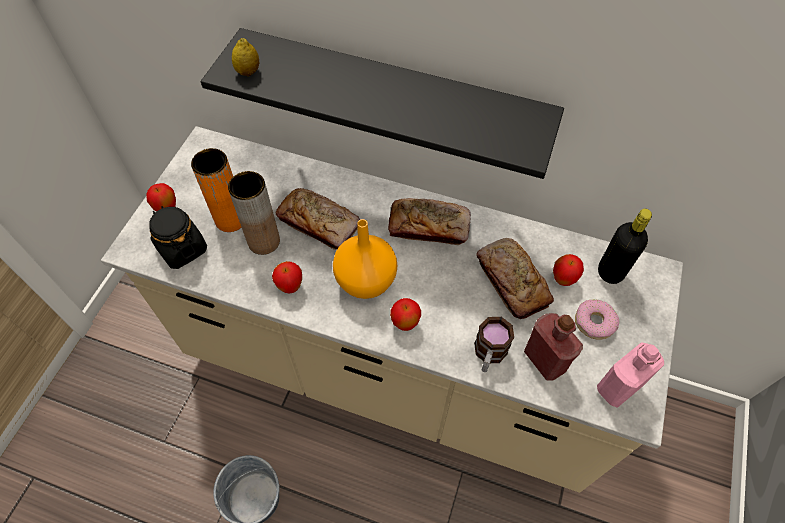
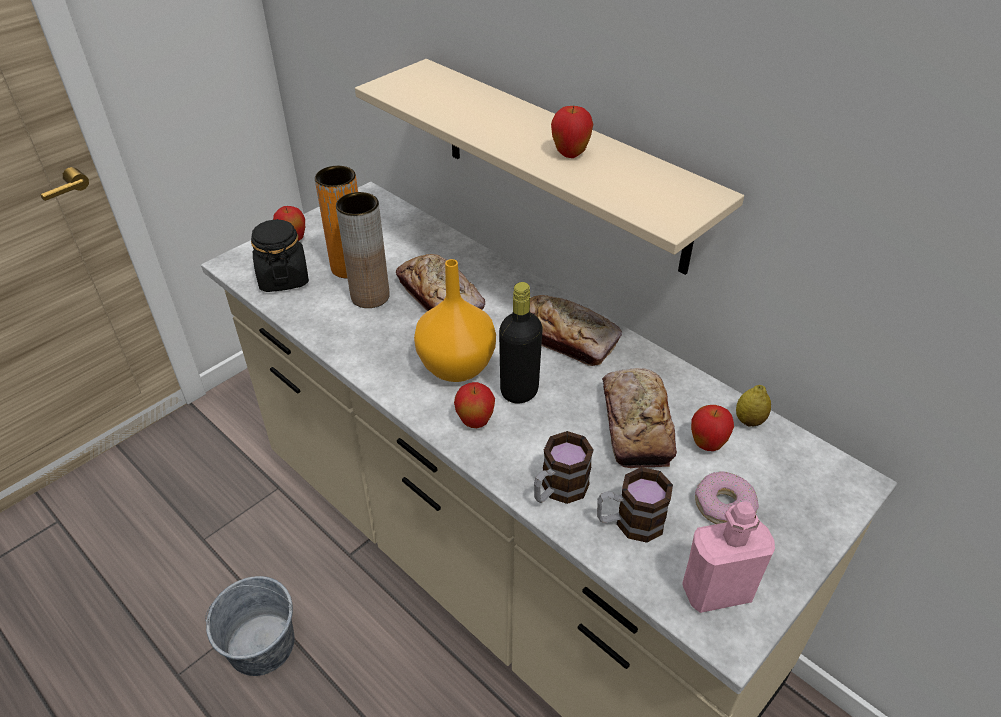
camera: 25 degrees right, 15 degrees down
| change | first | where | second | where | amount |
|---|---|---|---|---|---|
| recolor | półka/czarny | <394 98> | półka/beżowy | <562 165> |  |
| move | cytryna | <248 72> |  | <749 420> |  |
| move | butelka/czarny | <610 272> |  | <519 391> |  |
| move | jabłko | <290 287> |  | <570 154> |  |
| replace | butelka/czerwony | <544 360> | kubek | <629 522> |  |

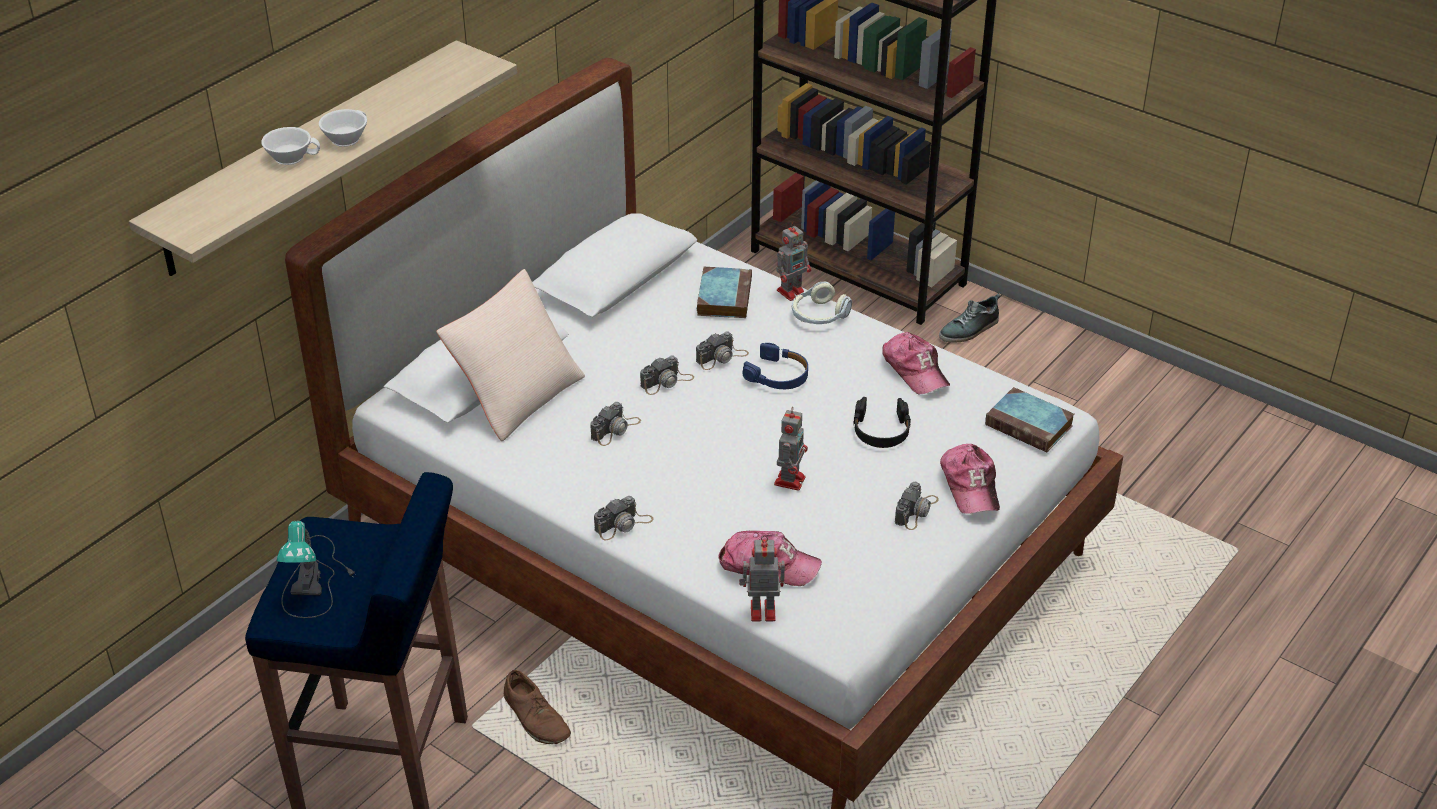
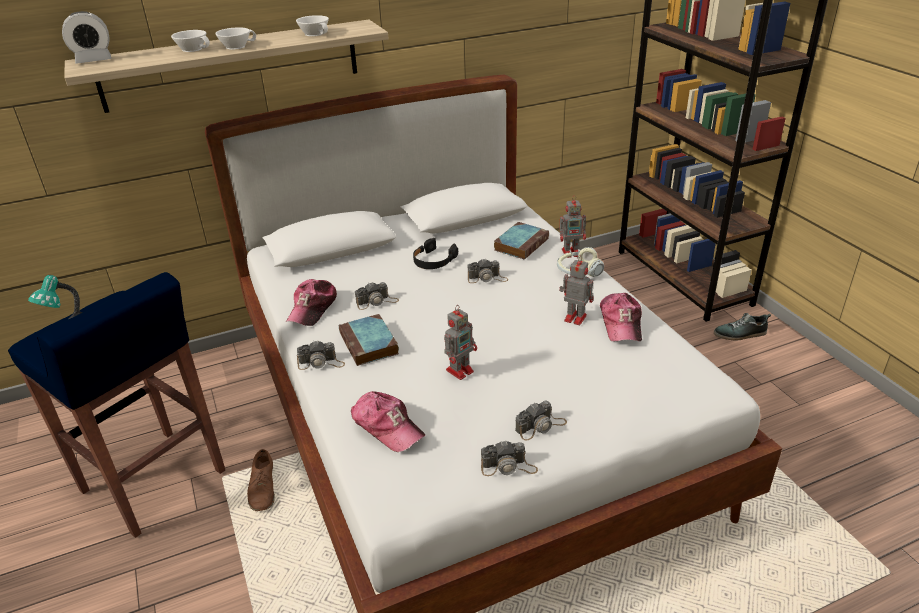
camera: 30 degrees right, 5 degrees down
| change | first | where | second | where | amount |
|---|---|---|---|---|---|
| delete | poduszka/beżowy | <516 394> |  |  |  |
| delete | słuchawki/niebieski | <778 375> |  |  |  |
| move | aparat fotograficzny | <667 382> |  | <508 467> |  |
| move | książka | <1031 425> |  | <370 344> |  |
| move | słuchawki/czarny | <881 430> |  | <433 260> |  |
| move | czapka z daszkiem | <970 486> |  | <313 308> |  |
| move | robot zabawkowy | <761 611> |  | <574 317> |  |
| insert |  |  | budzik | <93 60> |  |
| insert |  |  | filiżanka/biały | <316 33> |  |

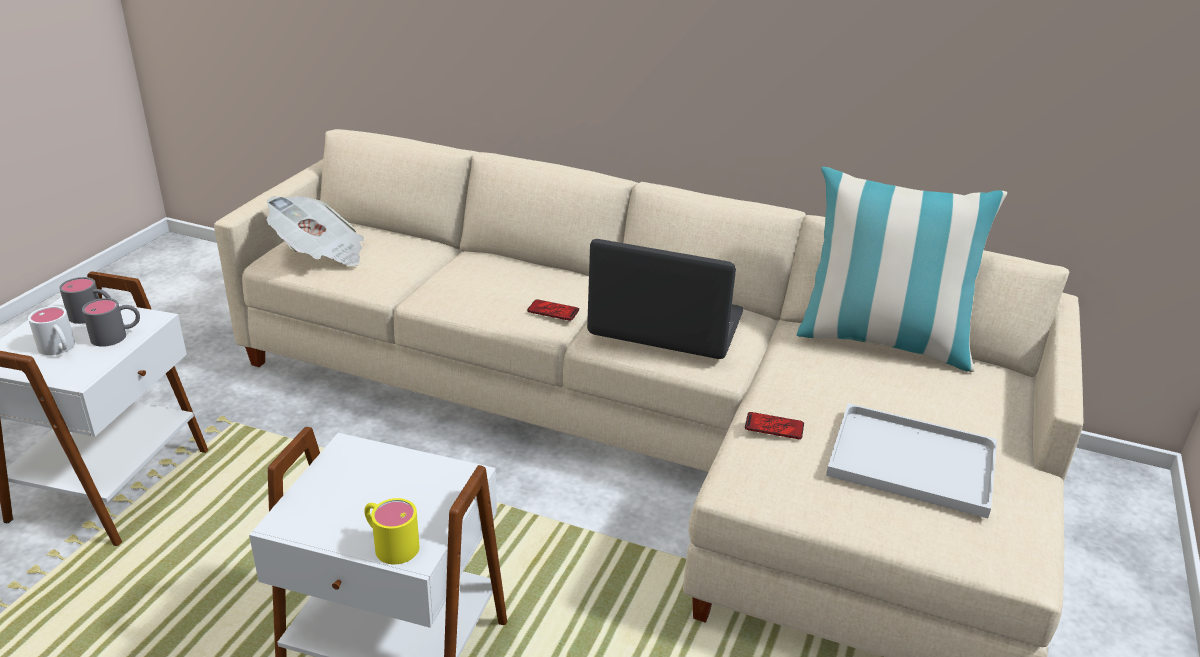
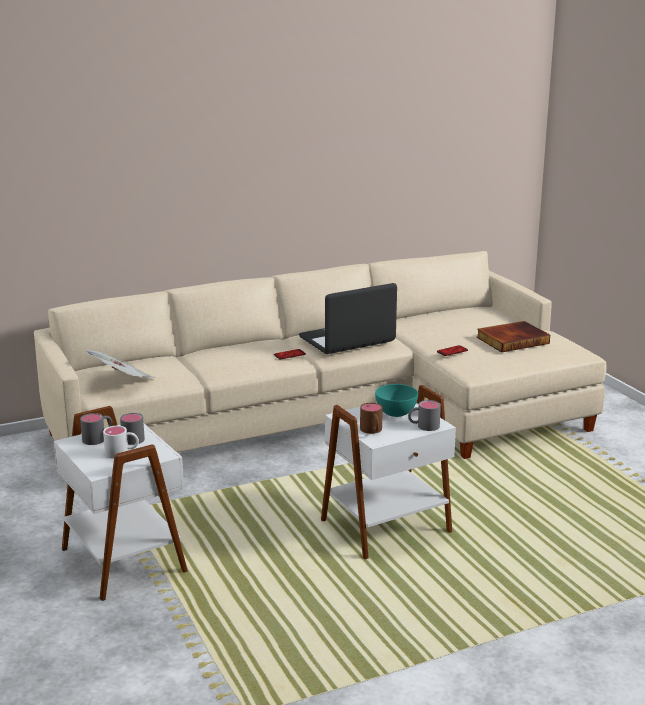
camera: 45 degrees left, 10 degrees down
| change | first | where | second | where | amount |
|---|---|---|---|---|---|
| delete | poduszka | <882 341> |  |  |  |
| replace | taca/biały | <915 461> | książka | <512 340> |  |
| recolor | kubek/żółty | <390 543> | kubek/szary | <423 426> |  |
| insert |  |  | miska/turkusowy | <396 413> |  |
| insert |  |  | kubek/brązowy | <372 431> |  |

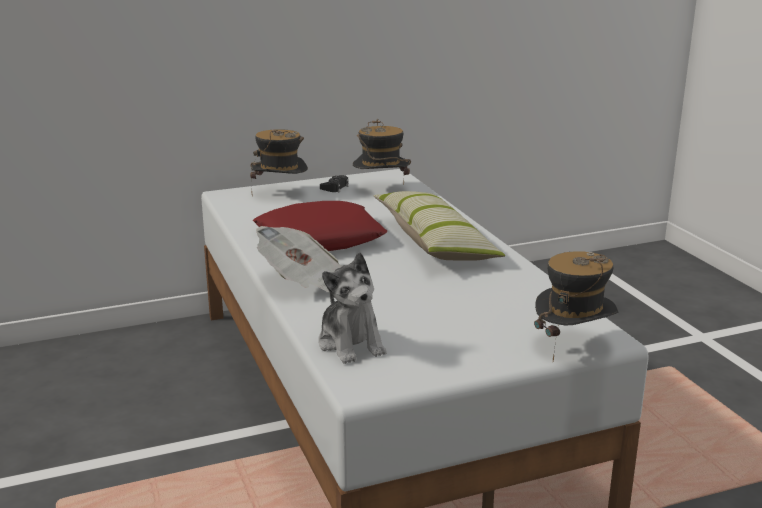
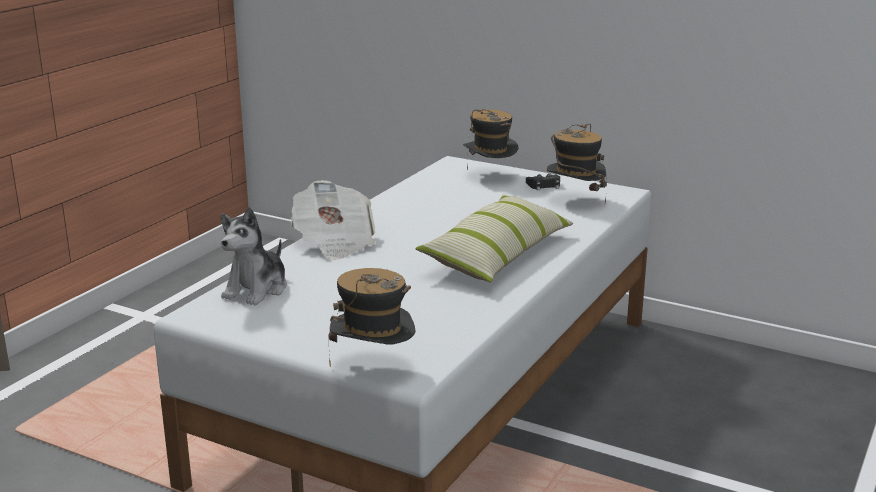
camera: 50 degrees right, 0 degrees up
| change | first | where | second | where | amount |
|---|---|---|---|---|---|
| delete | poduszka/czerwony | <320 238> |  |  |  |

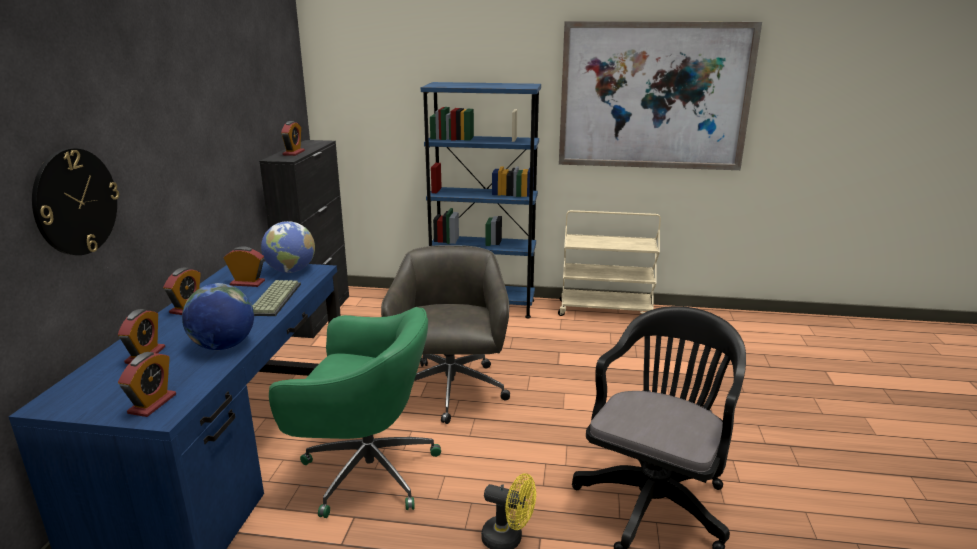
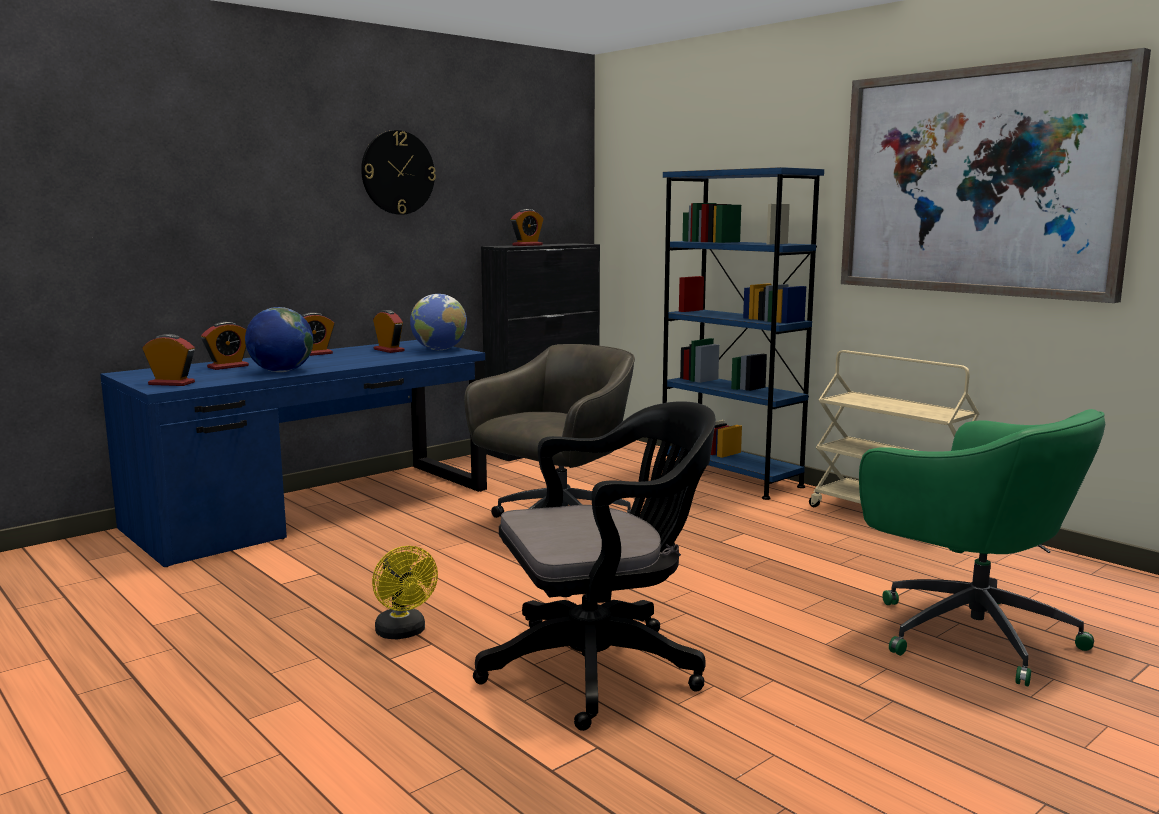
camera: 40 degrees right, 10 degrees down
| change | first | where | second | where | amount |
|---|---|---|---|---|---|
| move | zegar ścienny | <75 202> |  | <398 172> |  |
| delete | klawiatura | <274 298> |  |  |  |
| move | krzesło biurowe/zielony | <365 471> |  | <968 633> |  |
| rotate | budzik | <152 404> |  | <171 383> | 135 degrees counterclockwise |

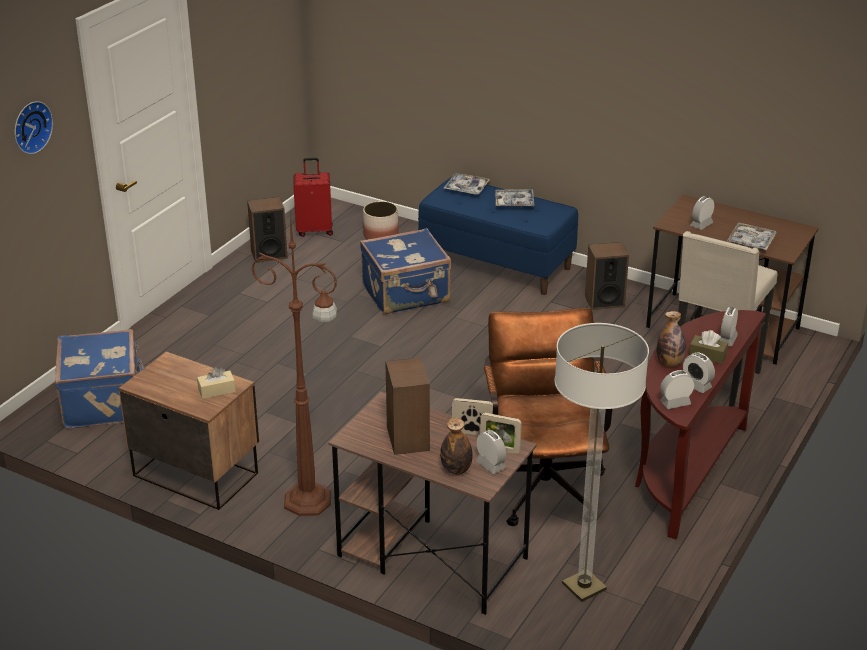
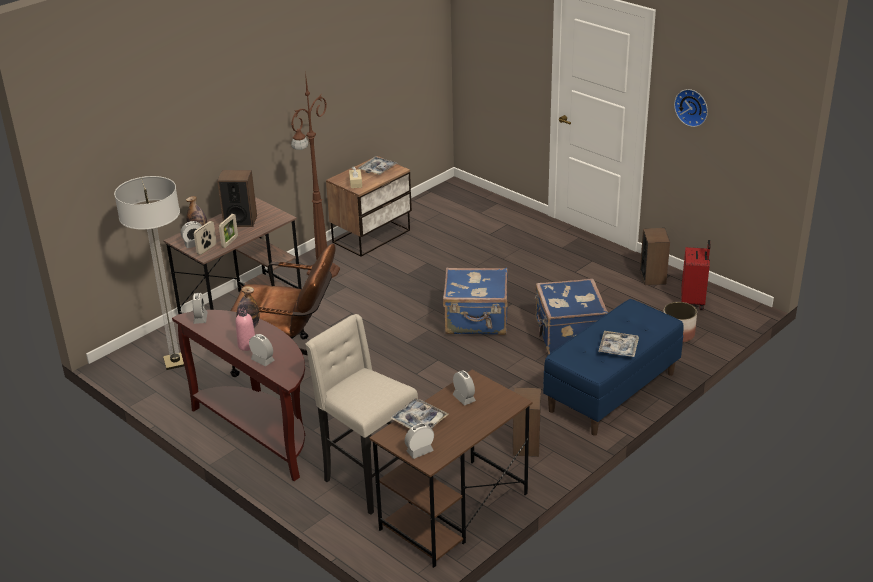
camera: 105 degrees right, 0 degrees up
| change | first | where | second | where | amount |
|---|---|---|---|---|---|
| move | zegar ścienny | <30 126> |  | <692 107> |  |
| move | taca | <466 188> |  | <377 169> |  |
| move | walizka/niebieski | <104 401> |  | <476 321> |  |
| replace | pudełko chusteczek/brązowy | <707 355> | butelka/różowy | <247 345> |  |
| move | budzik | <696 385> |  | <420 451> |  |

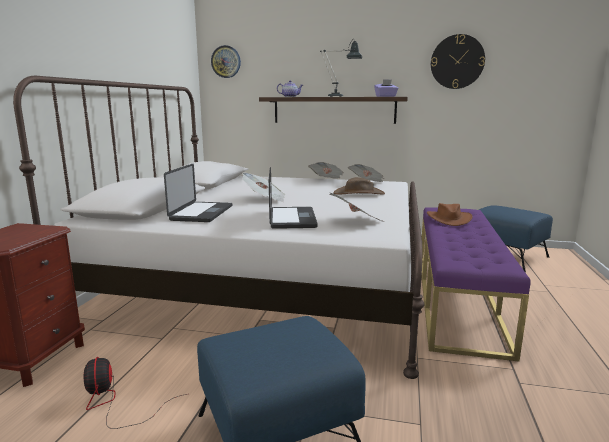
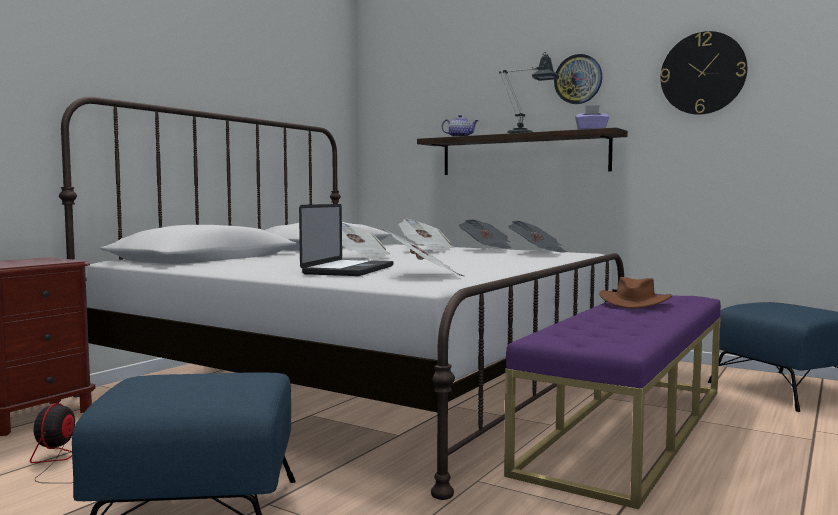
camera: 20 degrees right, 10 degrees down
| change | first | where | second | where | amount |
|---|---|---|---|---|---|
| move | zegar ścienny | <226 61> |  | <578 79> |  |
| delete | laptop | <202 213> |  |  |  |
| delete | kapelusz/brązowy | <359 193> |  |  |  |
| insert |  |  | gazeta | <426 251> |  |

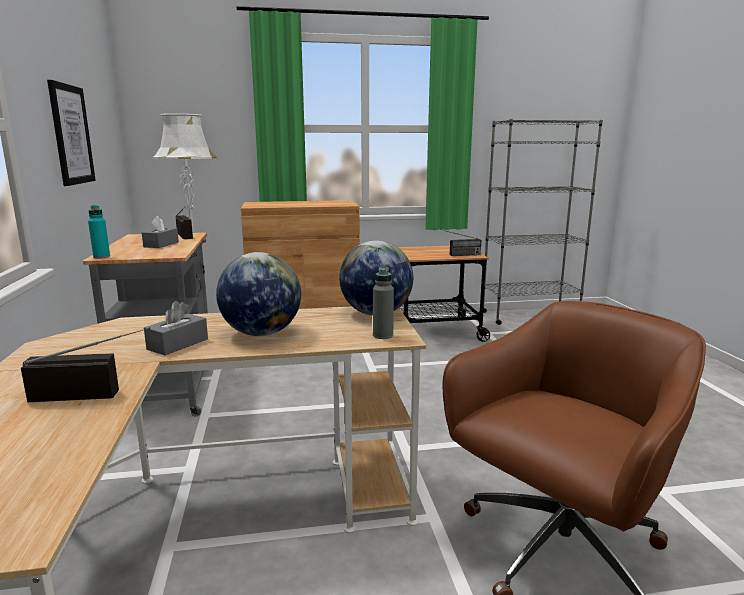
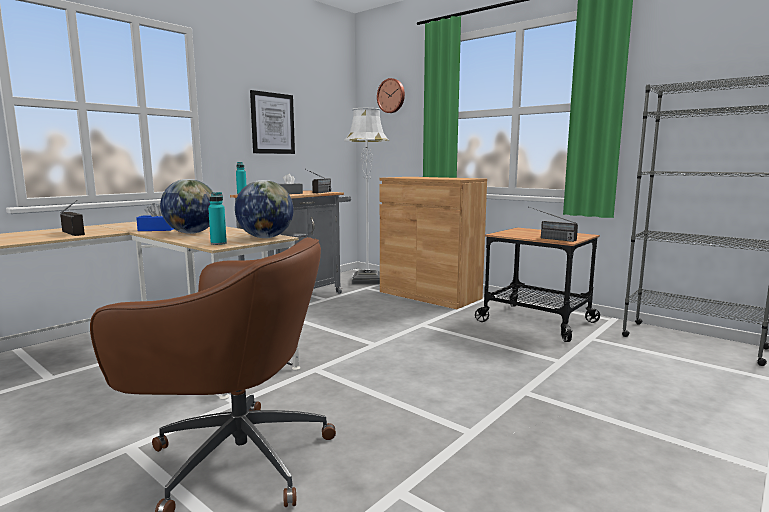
camera: 50 degrees right, 5 degrees down
| change | first | where | second | where | amount |
|---|---|---|---|---|---|
| recolor | butelka/szary | <383 335> | butelka/turkusowy | <218 243> |  |
| recolor | pudełko chusteczek/szary | <178 344> | pudełko chusteczek/niebieski | <157 229> |  |
| insert |  |  | zegar ścienny | <391 96> |  |

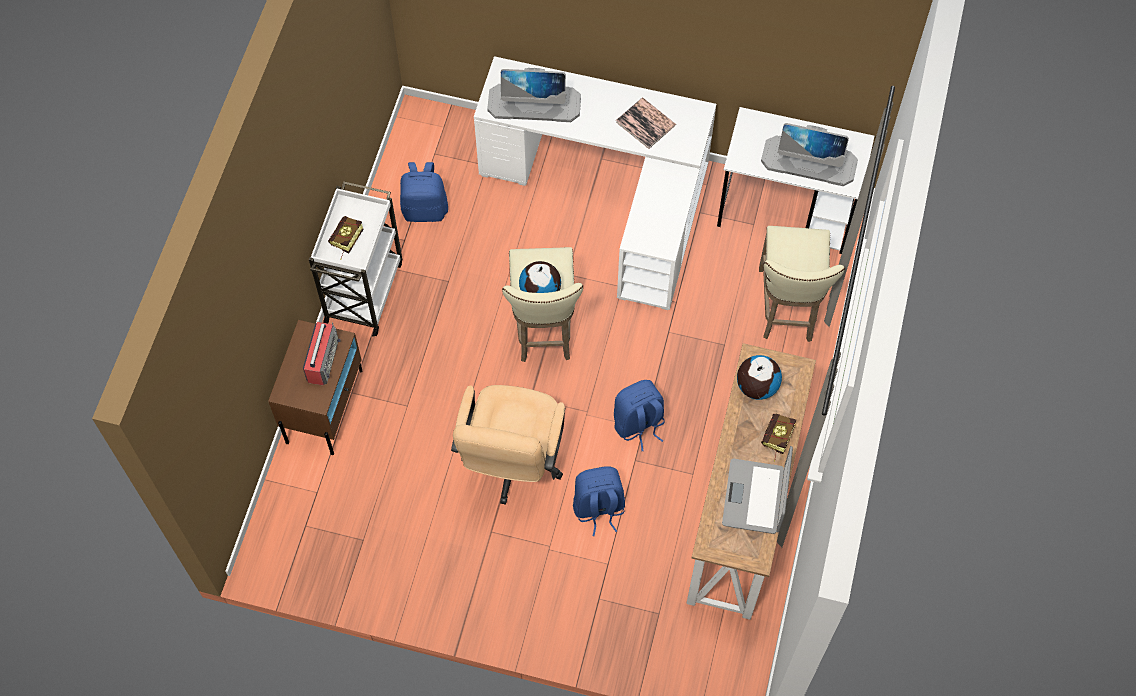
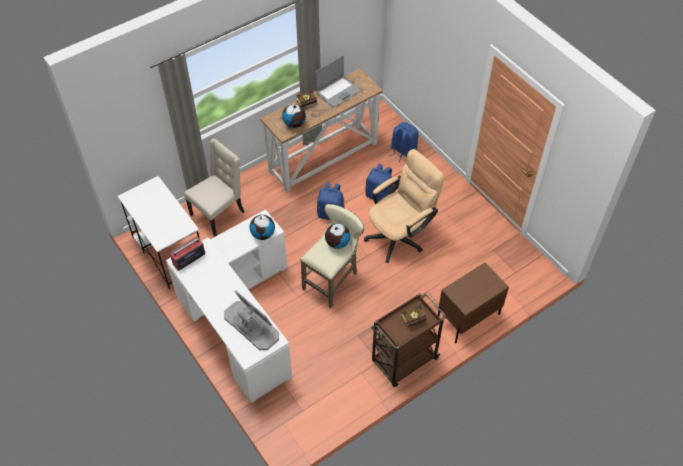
camera: 140 degrees left, 10 degrees down
| change | first | where | second | where | amount |
|---|---|---|---|---|---|
| delete | książka | <645 123> |  |  |  |
| delete | monitor | <809 161> |  |  |  |
| move | plecak/niebieski | <425 209> |  | <402 151> |  |
| recolor | wózek/biały | <364 290> | wózek/brązowy | <403 361> |  |
| replace | stołek/beżowy | <787 309> | krzesło/beżowy | <218 213> |  |
| move | radio | <323 359> |  | <188 259> |  |
| insert |  |  | globus | <263 234> |  |

